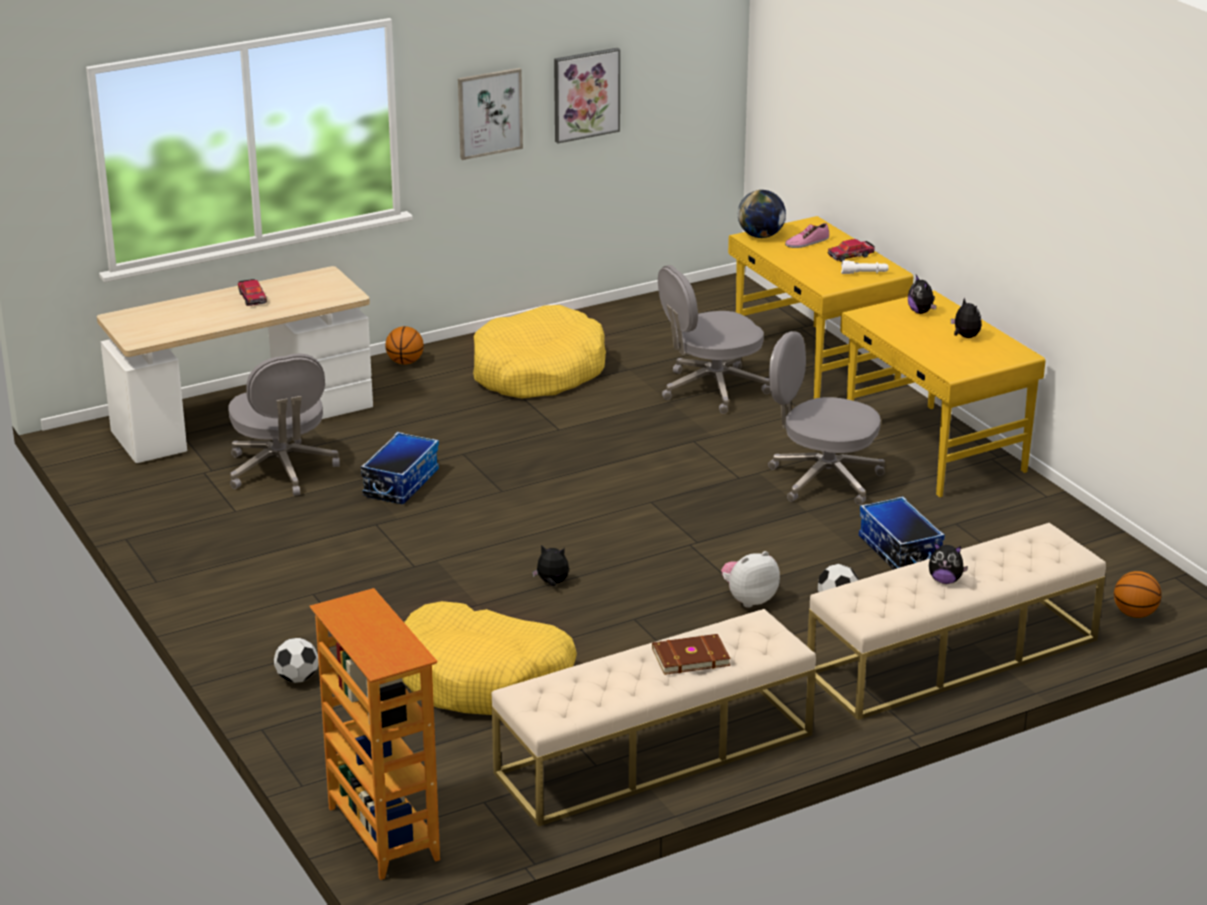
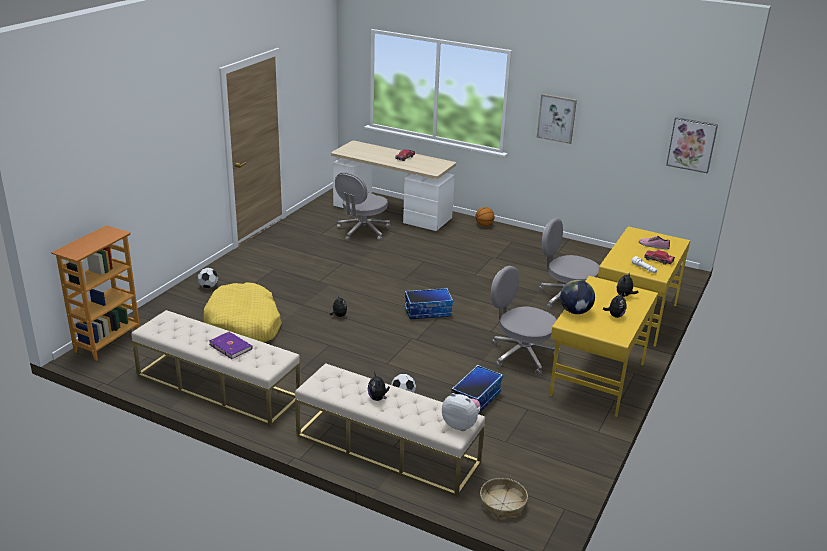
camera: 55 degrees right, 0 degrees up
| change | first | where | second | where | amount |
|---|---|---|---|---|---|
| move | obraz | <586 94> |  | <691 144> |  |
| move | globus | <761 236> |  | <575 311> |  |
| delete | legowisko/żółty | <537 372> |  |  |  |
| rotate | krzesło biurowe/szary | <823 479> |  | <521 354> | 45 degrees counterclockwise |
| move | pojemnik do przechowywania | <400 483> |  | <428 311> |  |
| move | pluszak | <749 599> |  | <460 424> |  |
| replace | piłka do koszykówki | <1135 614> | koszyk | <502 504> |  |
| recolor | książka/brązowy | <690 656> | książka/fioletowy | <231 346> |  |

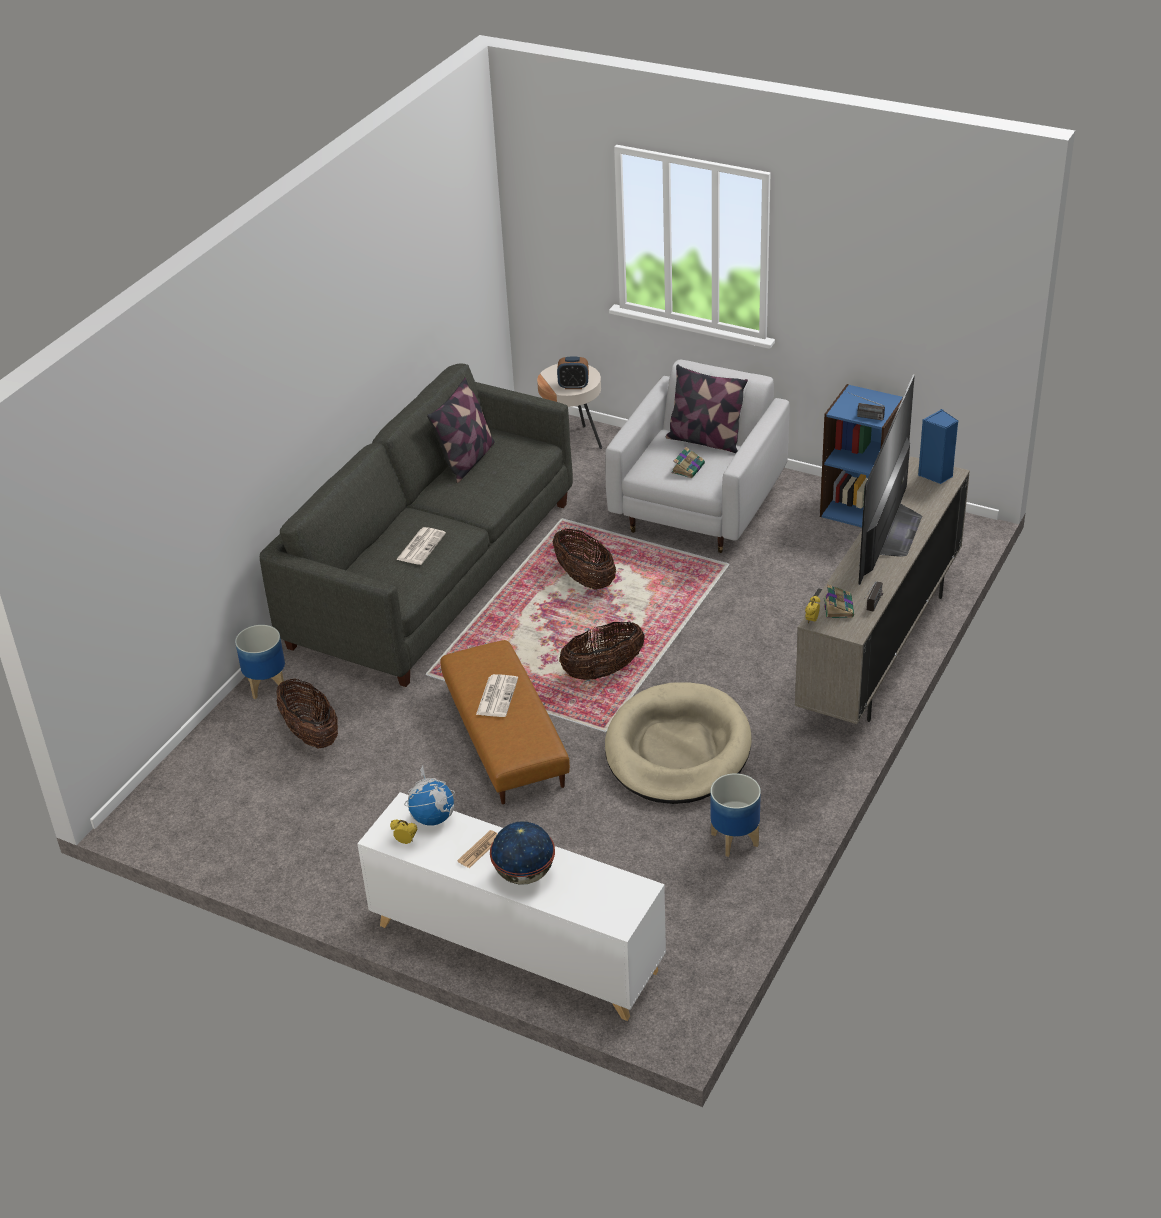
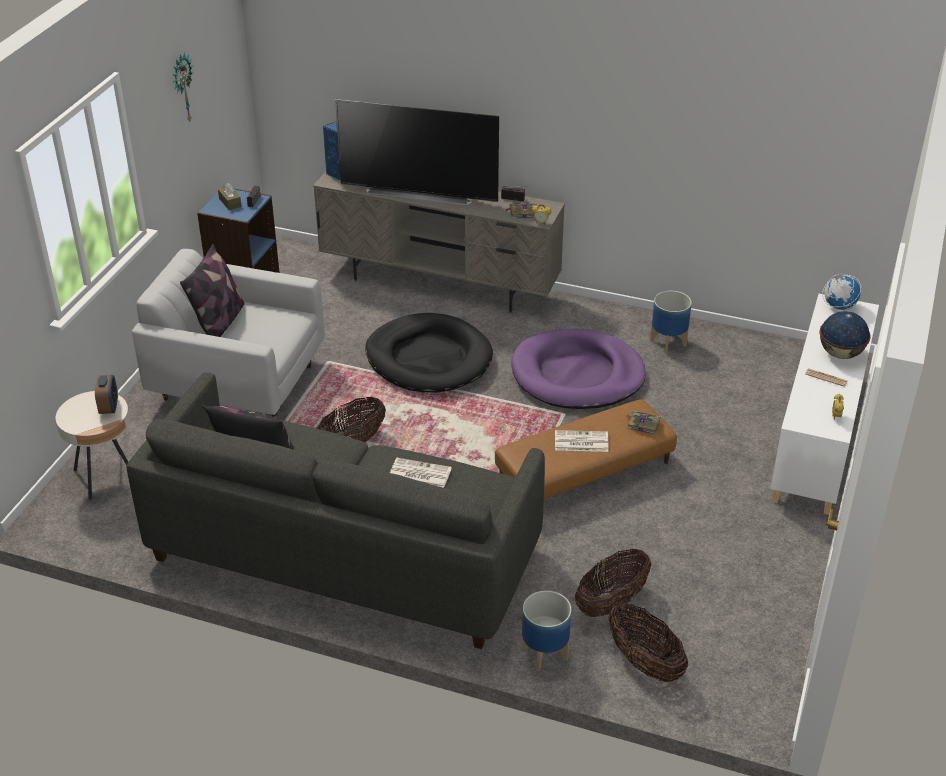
camera: 100 degrees left, 0 degrees up
| change | first | where | second | where | amount |
|---|---|---|---|---|---|
| move | książka | <688 468> |  | <642 424> |  |
| move | koszyk | <603 671> |  | <644 663> |  |
| recolor | legowisko/beżowy | <678 750> | legowisko/fioletowy | <577 375> |  |
| move | globus | <433 818> |  | <838 306> |  |
| insert |  |  | zegar ścienny | <182 88> |  |
| insert |  |  | pudełko chusteczek/brązowy | <230 202> |  |
| insert |  |  | legowisko/czarny | <428 358> |  |

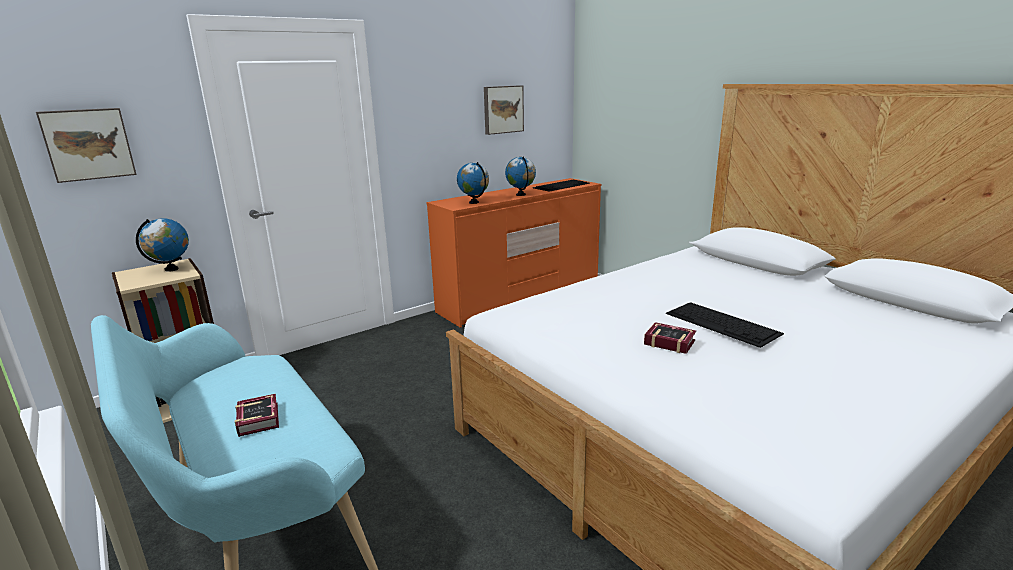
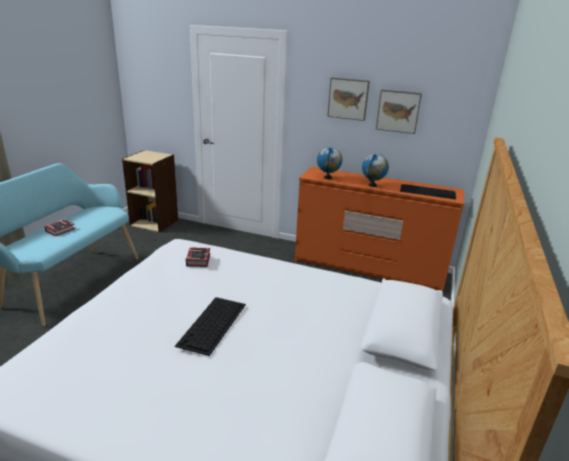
camera: 55 degrees right, 5 degrees up
| change | first | where | second | where | amount |
|---|---|---|---|---|---|
| move | obraz | <88 144> |  | <348 98> |  |
| delete | globus | <171 269> |  |  |  |
| move | książka | <667 341> |  | <199 259> |  |

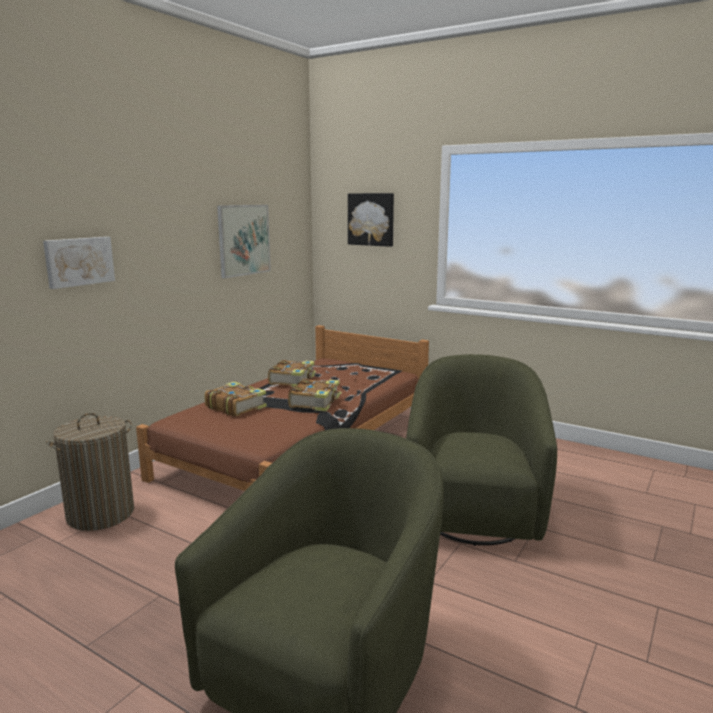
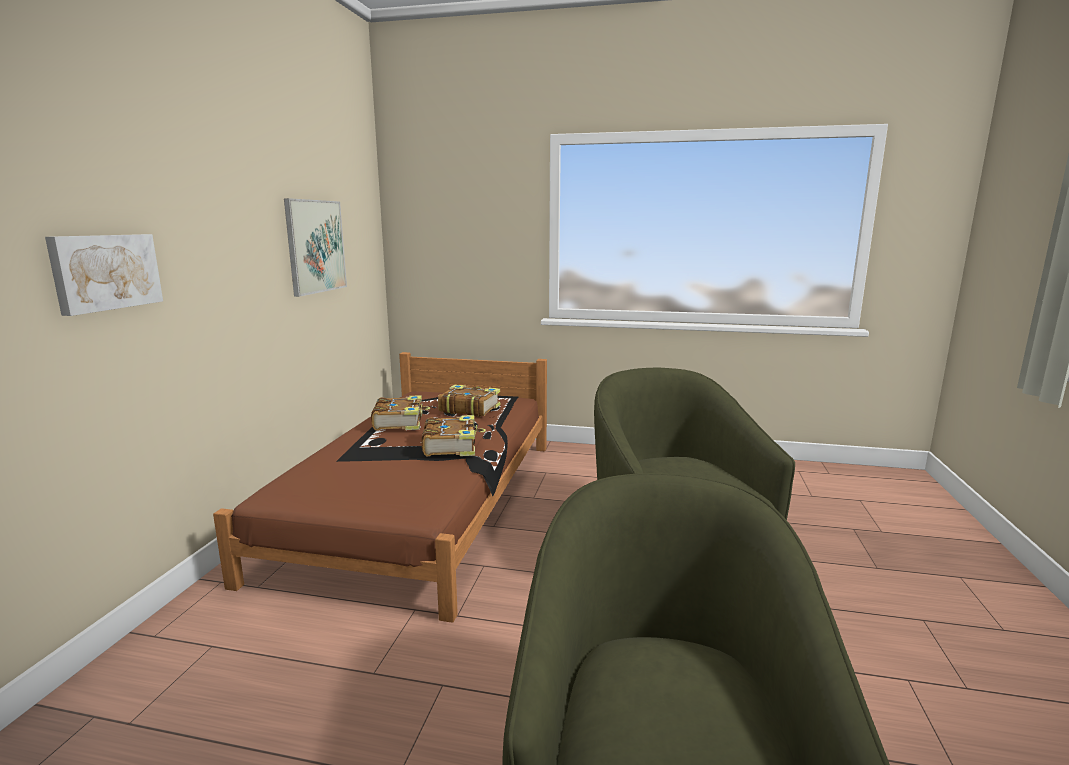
camera: 20 degrees left, 0 degrees up
| change | first | where | second | where | amount |
|---|---|---|---|---|---|
| delete | obraz | <371 219> |  |  |  |
| move | książka | <236 407> |  | <469 409> |  |
| delete | kosz na pranie | <101 514> |  |  |  |

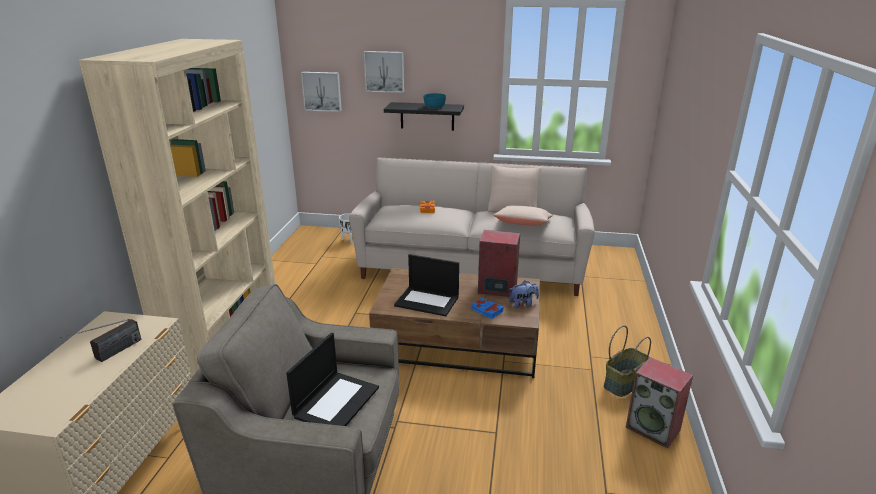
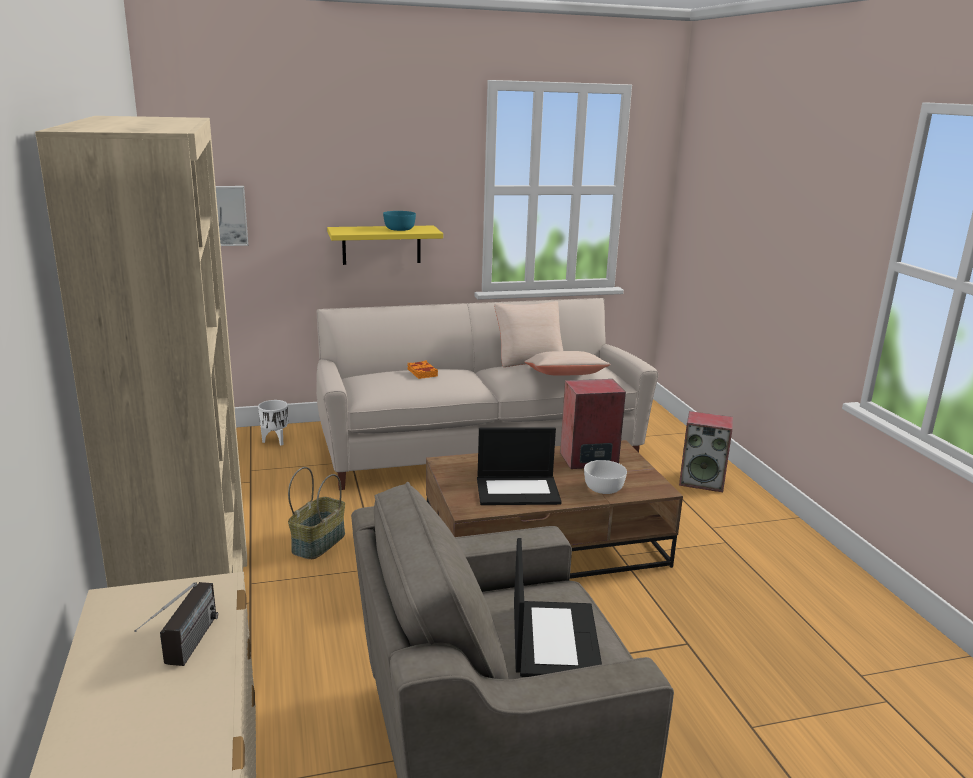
camera: 25 degrees left, 5 degrees down
| change | first | where | second | where | amount |
|---|---|---|---|---|---|
| delete | obraz | <384 71> |  |  |  |
| recolor | półka/czarny | <427 116> | półka/żółty | <381 245> |  |
| delete | pluszak | <523 304> |  |  |  |
| replace | książka/niebieski | <486 310> | miska/biały | <603 488> |  |
| move | koszyk | <623 382> |  | <318 542> |  |
| move | głośnik | <654 428> |  | <702 481> |  |

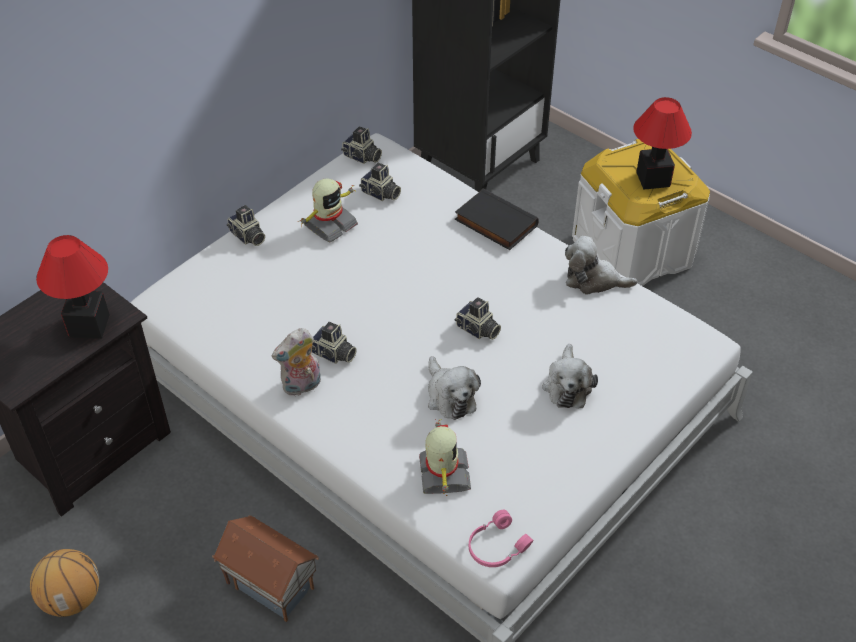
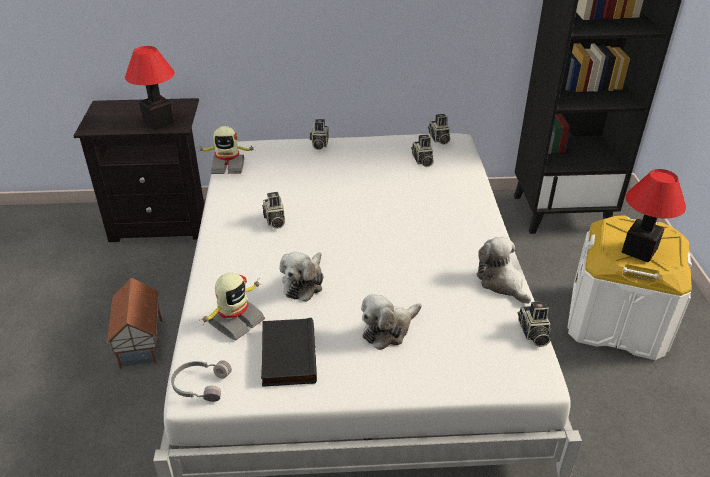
camera: 45 degrees right, 10 degrees down
| change | first | where | second | where | amount |
|---|---|---|---|---|---|
| move | robot zabawkowy | <329 225> |  | <228 166> |  |
| move | książka/czarny | <494 223> |  | <286 355> |  |
| move | aparat fotograficzny | <477 330> |  | <532 333> |  |
| delete | pluszak | <301 386> |  |  |  |
| recolor | słuchawki/różowy | <496 546> | słuchawki/szary | <200 384> |  |
| delete | piłka do koszykówki | <72 598> |  |  |  |

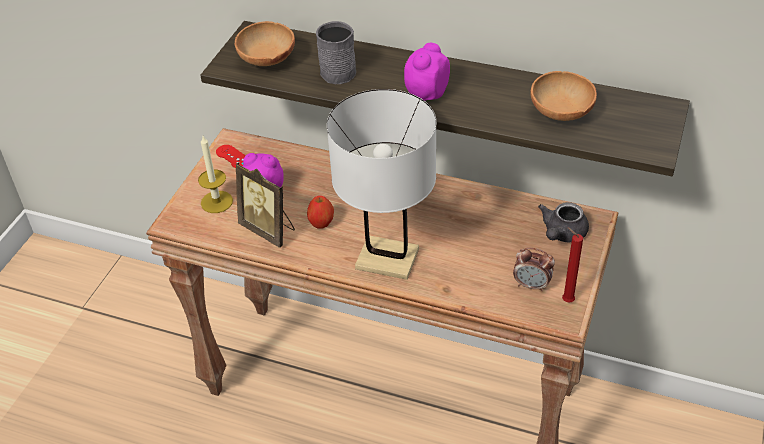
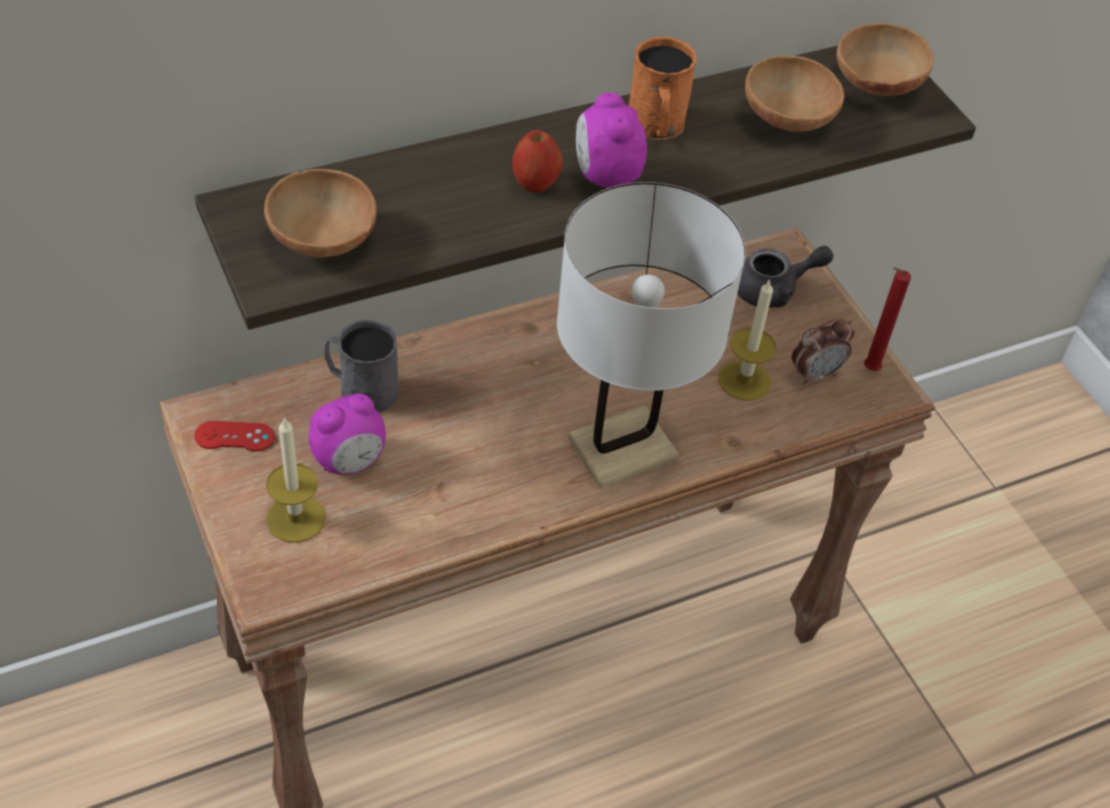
camera: 50 degrees left, 5 degrees up
| change | first | where | second | where | amount |
|---|---|---|---|---|---|
| move | kubek/szary | <335 70> |  | <361 389> |  |
| delete | ramka na zdjęcie | <269 230> |  |  |  |
| move | jabłko | <321 223> |  | <535 183> |  |
| rotate | imbryk/szary | <562 234> |  | <774 290> | 90 degrees counterclockwise |
| insert |  |  | miska/brązowy | <875 85> |  |
| insert |  |  | kubek/pomarańczowy | <657 127> |  |
| insert |  |  | świeca | <744 380> |  |

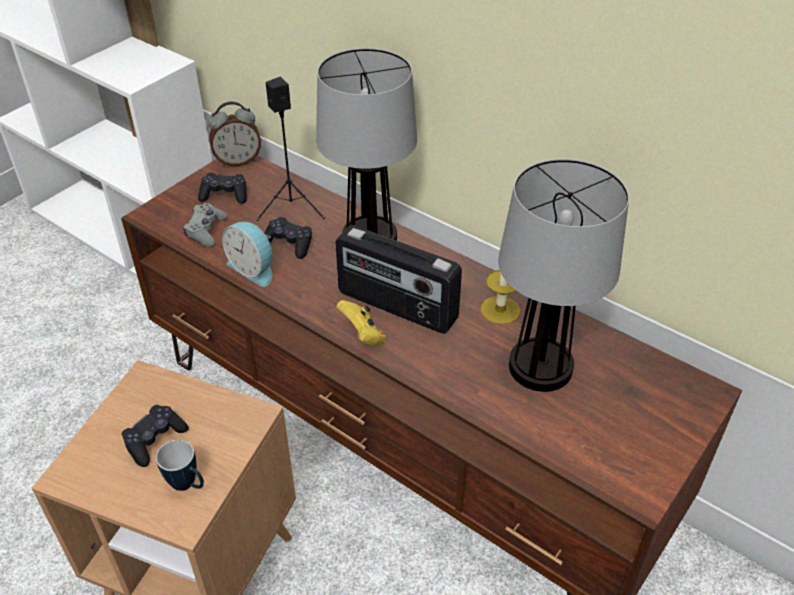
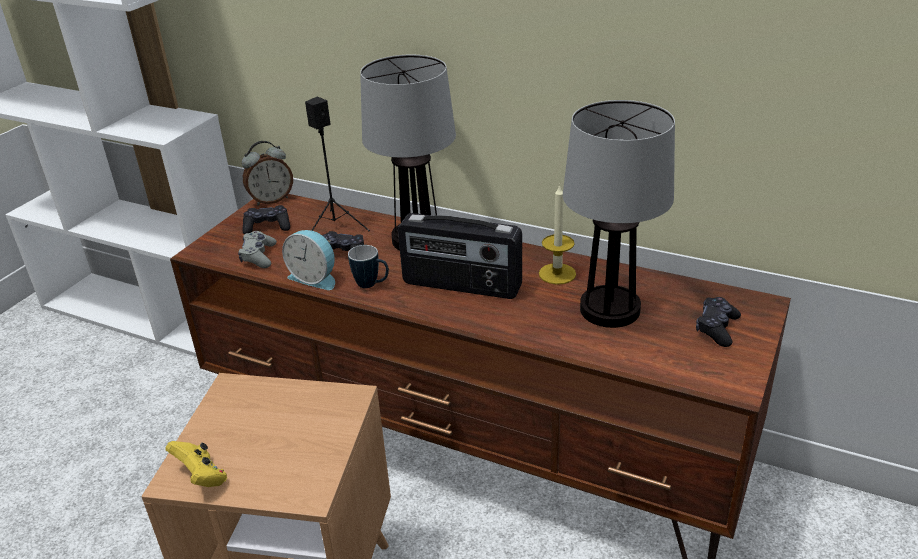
camera: 10 degrees left, 10 degrees down
| change | first | where | second | where | amount |
|---|---|---|---|---|---|
| move | pad do gier/żółty | <363 335> |  | <202 477> |  |
| move | pad do gier/czarny | <155 440> |  | <717 328> |  |
| move | kubek | <188 485> |  | <372 285> |  |

